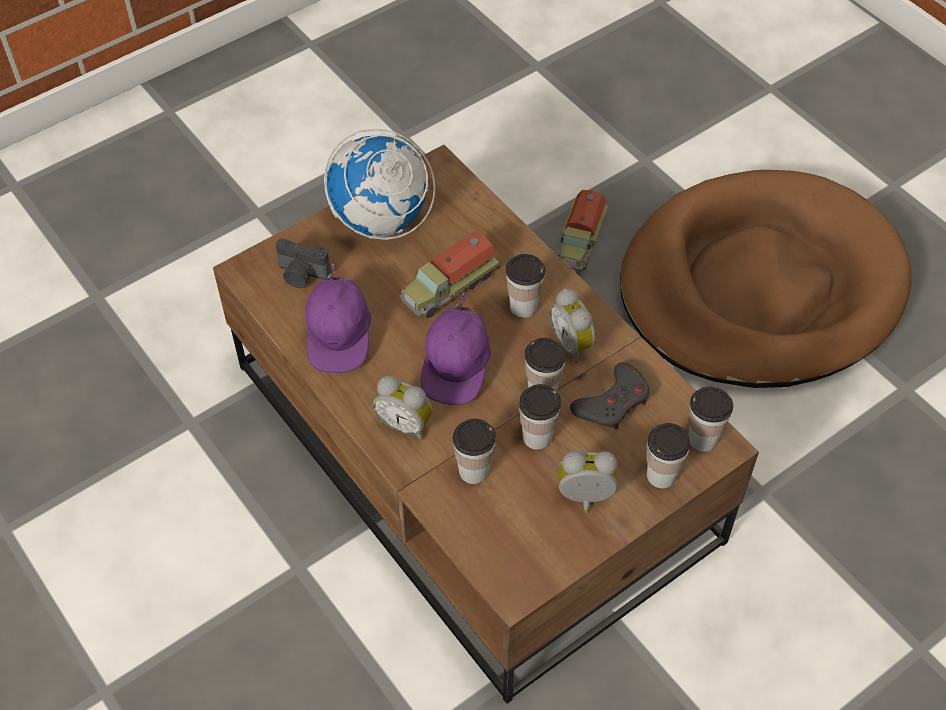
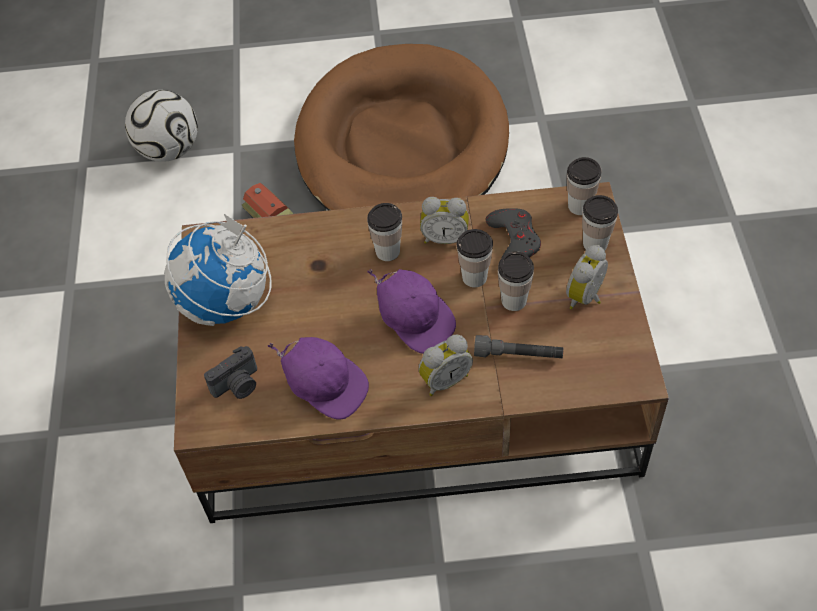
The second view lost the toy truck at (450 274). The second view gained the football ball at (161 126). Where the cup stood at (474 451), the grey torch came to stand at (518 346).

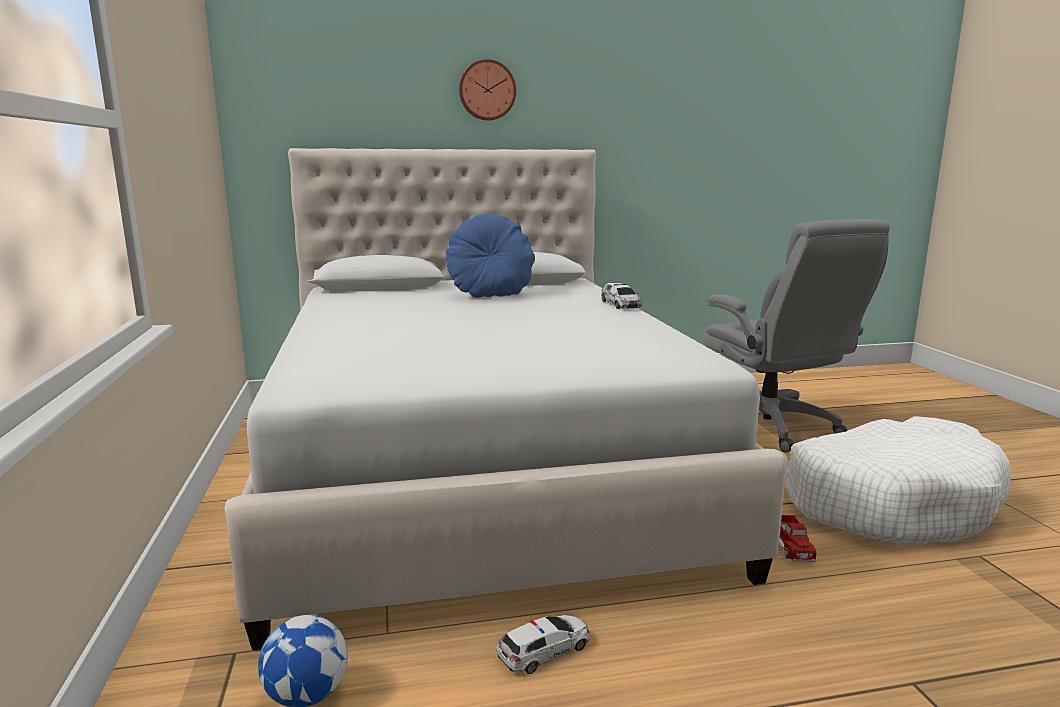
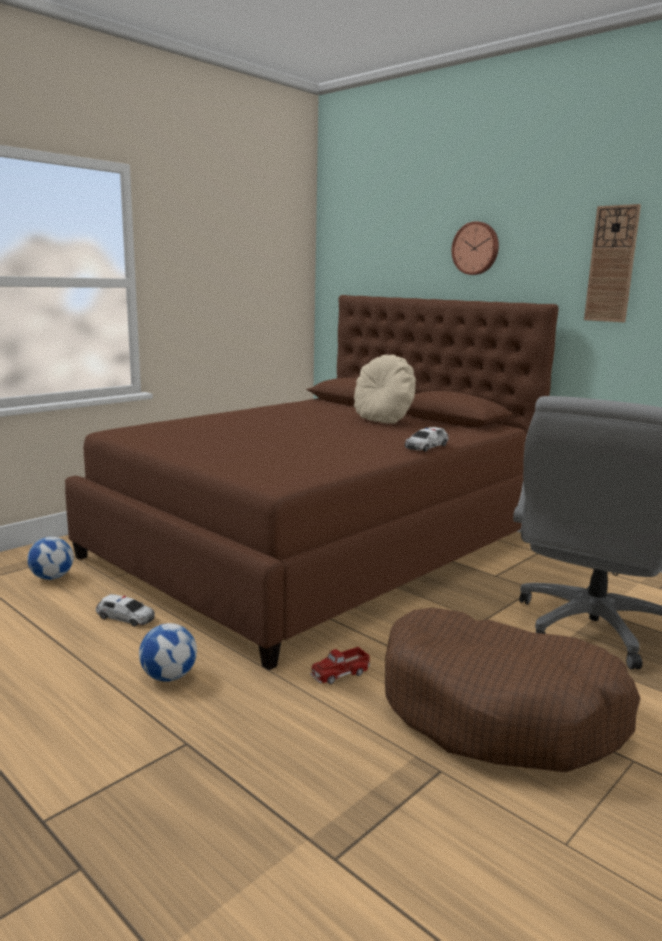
The second view gained the football ball at (168 652). The second view gained the clock on the wall at (612 263). What was the white-coloured bed at (506 399) turned into the brown-coloured bed at (311 482). What was the bluish cushion at (490 256) turned into the beige-coloured cushion at (385 389). What was the white-coloured dog cushion at (898 480) turned into the brown-coloured dog cushion at (512 690).

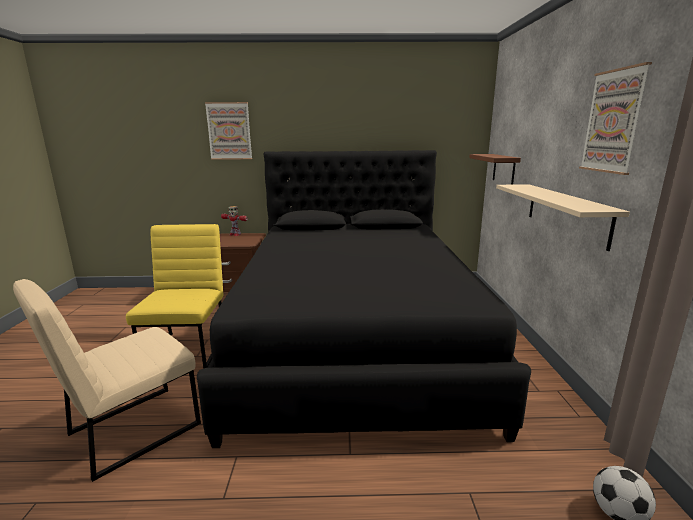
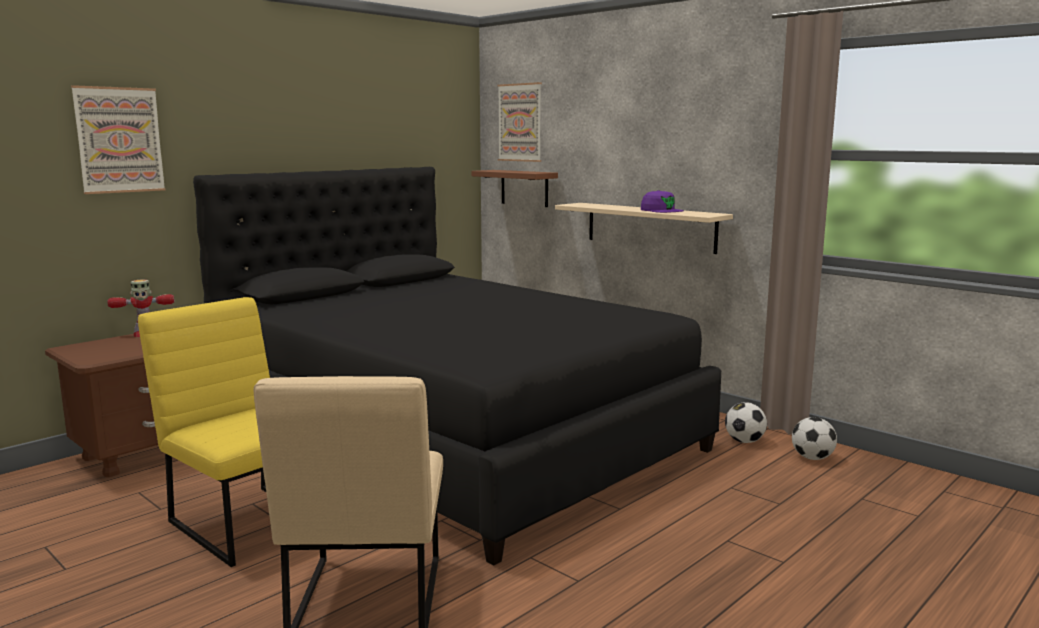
The second view gained the purple baseball cap at (662 201). The second view gained the football ball at (746 422). The wall picture ended up elsewhere, having gone from (615 118) to (519 122).

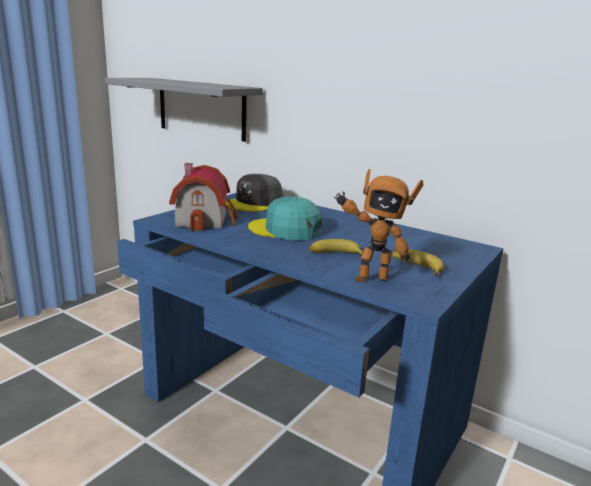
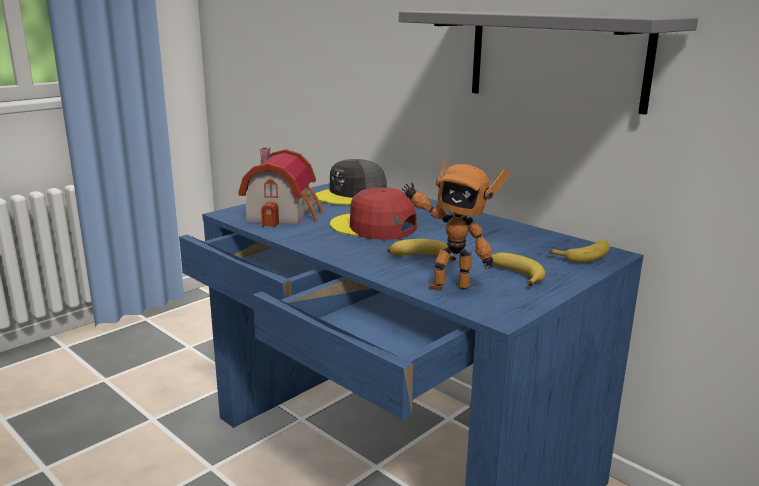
The second view gained the whole banana at (579 251). The grey shelf ended up elsewhere, having gone from (184 110) to (548 63). What was the turquoise-coloured baseball cap at (285 218) turned into the reddish baseball cap at (373 213).

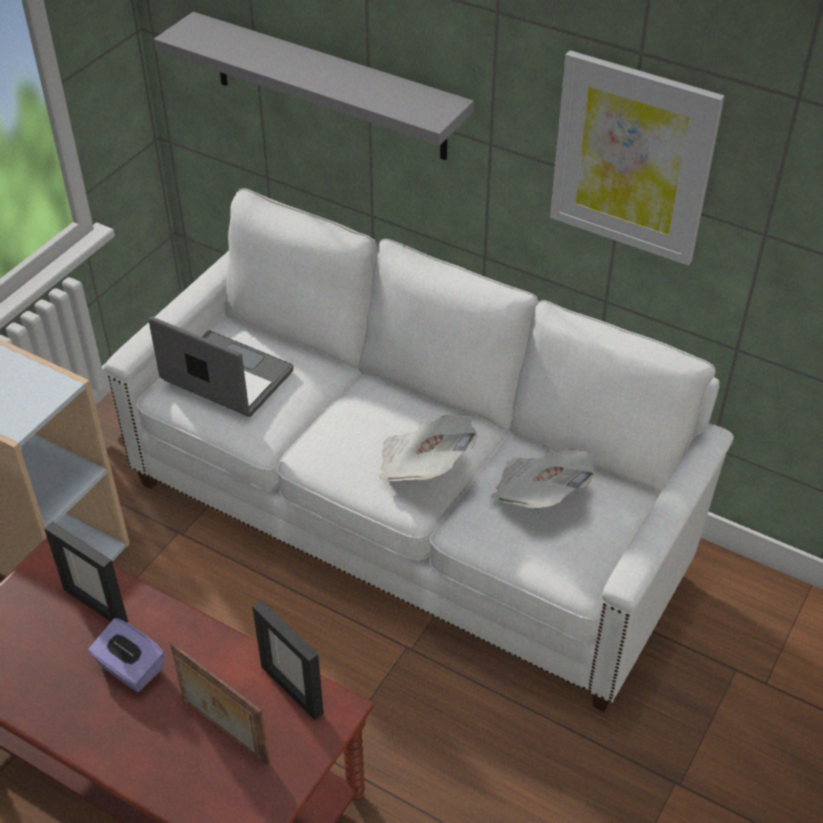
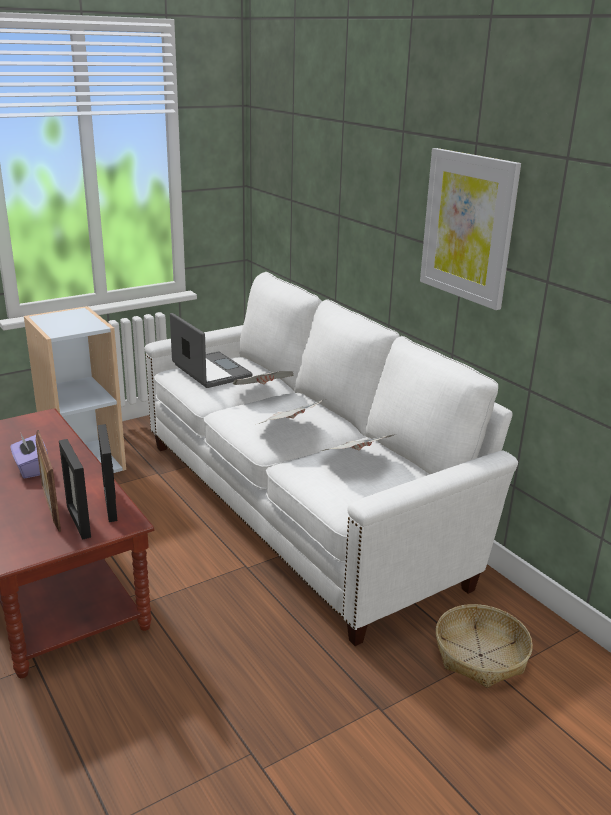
The second view lost the grey shelf at (313 86). The second view gained the daily paper at (263 378). The second view gained the storage basket at (484 646). The photo frame ended up elsewhere, having gone from (86 572) to (75 489).

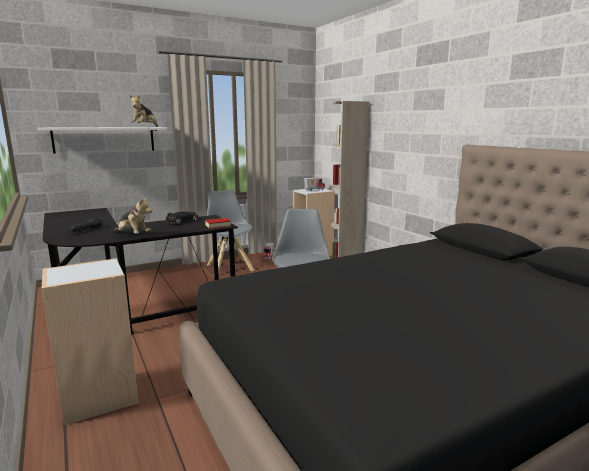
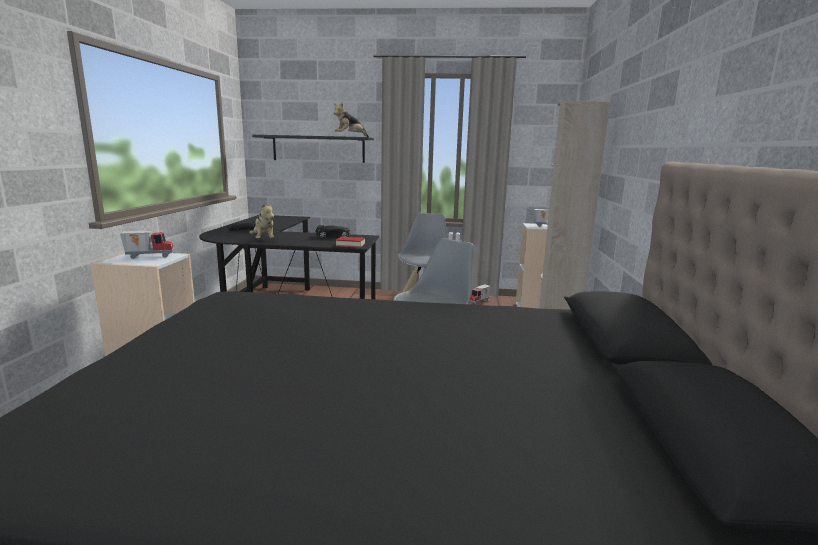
The second view gained the toy truck at (147 245). What was the white-coloured shelf at (102 140) turned into the black-coloured shelf at (313 149).

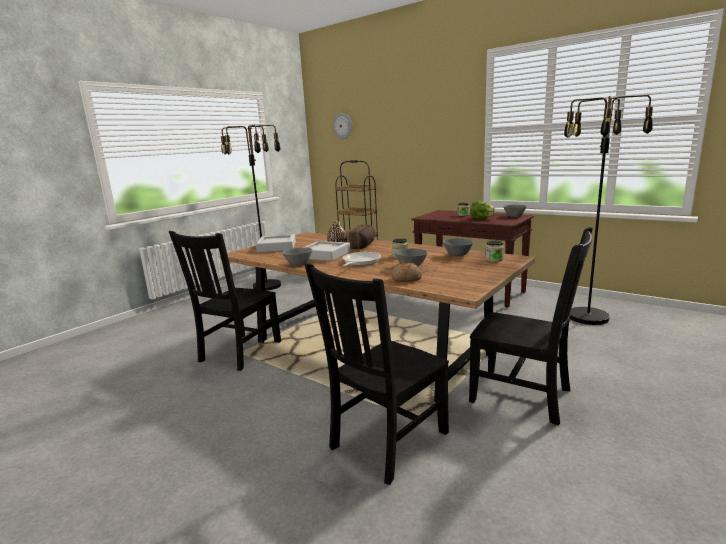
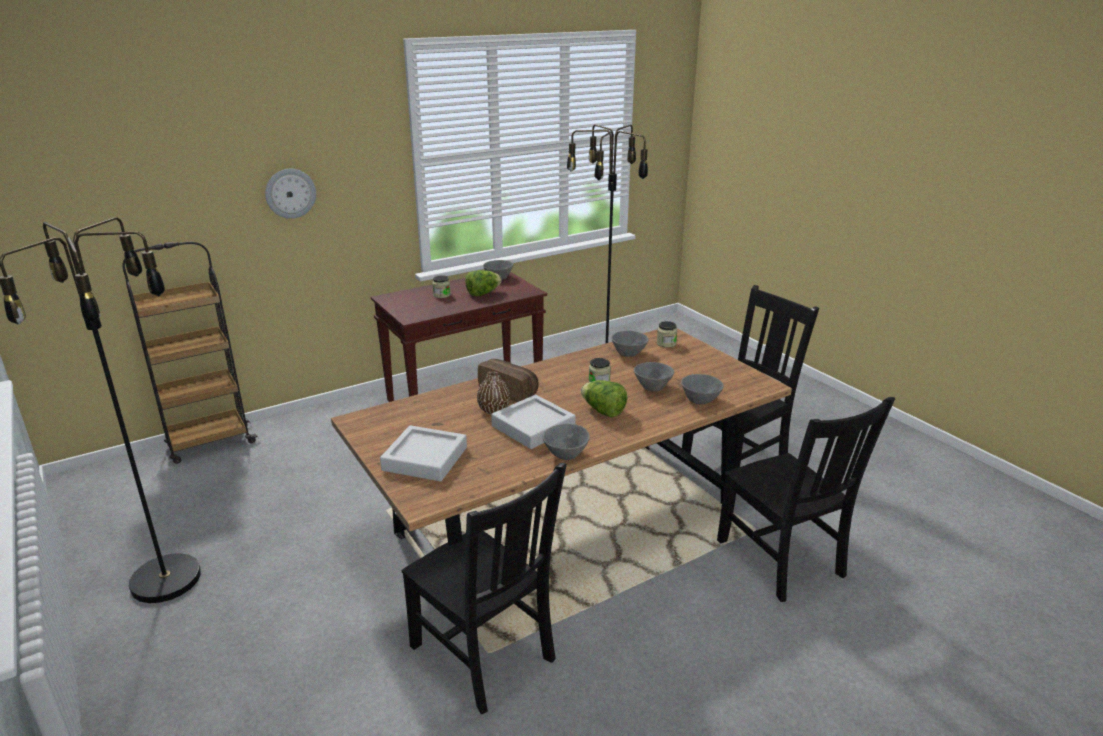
The clock on the wall ended up elsewhere, having gone from (342 126) to (290 194). Where the skillet stood at (361 259), the lettuce came to stand at (604 399). Where the bakery bread stood at (406 272), the grey serving bowl came to stand at (702 389).

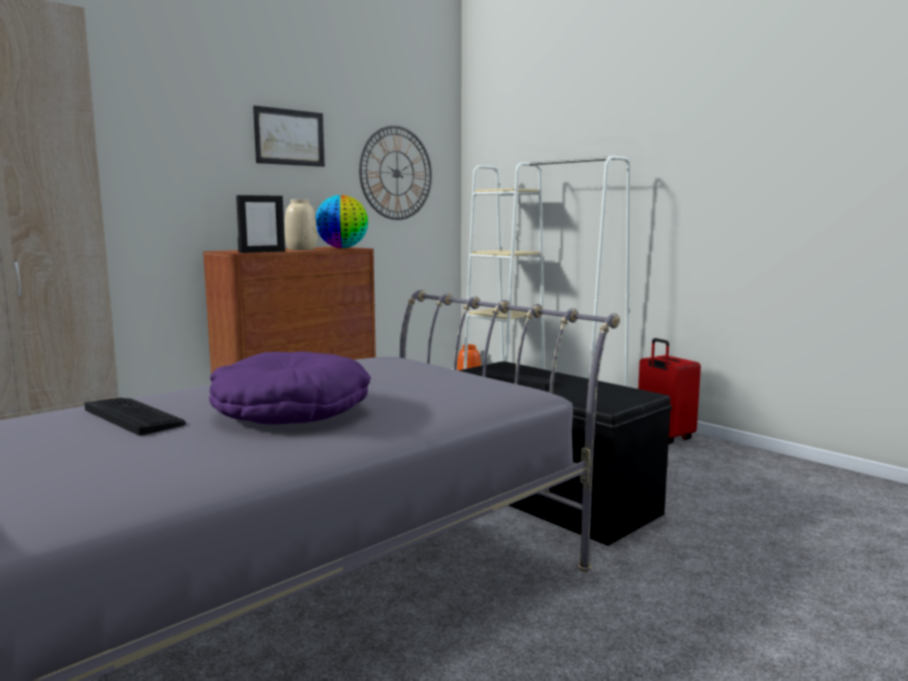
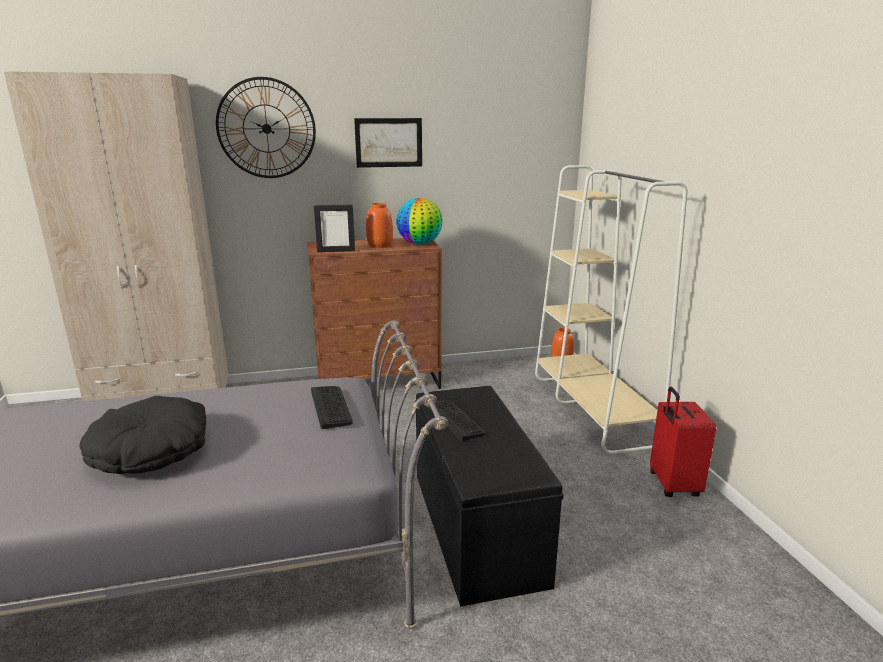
The PC keyboard ended up elsewhere, having gone from (135 417) to (332 407). The clock on the wall ended up elsewhere, having gone from (395 173) to (266 127). What was the purple cushion at (290 387) turned into the black-coloured cushion at (142 435). What was the beige-coloured vase at (301 224) turned into the orange vase at (379 225).

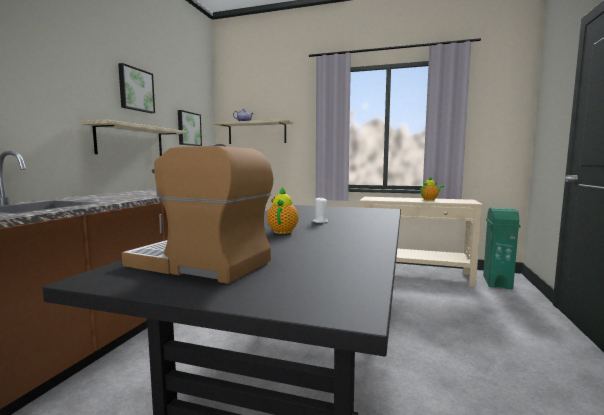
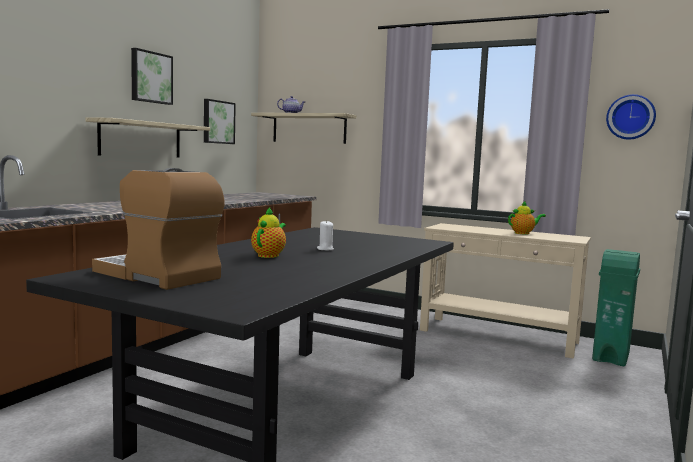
The second view gained the clock on the wall at (631 117).

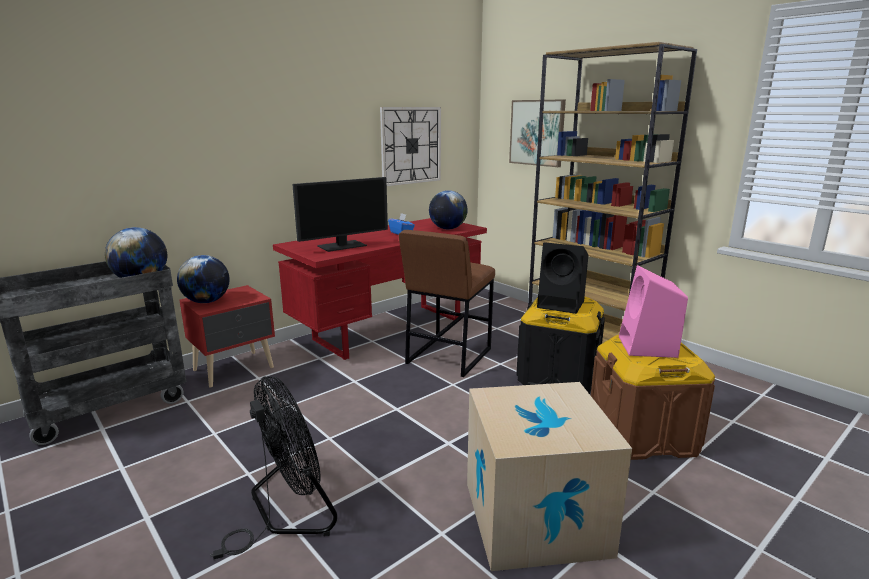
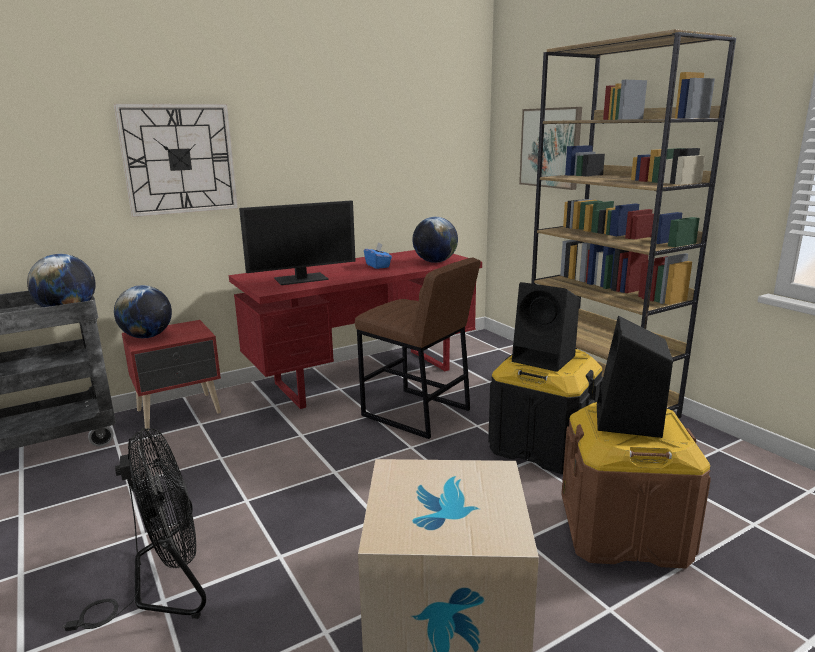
The clock on the wall ended up elsewhere, having gone from (410 146) to (176 160). What was the pink audio speaker at (653 311) turned into the black-coloured audio speaker at (635 377). The brown-coloured upright chair at (447 303) ended up facing another way, 90 degrees counterclockwise from before.

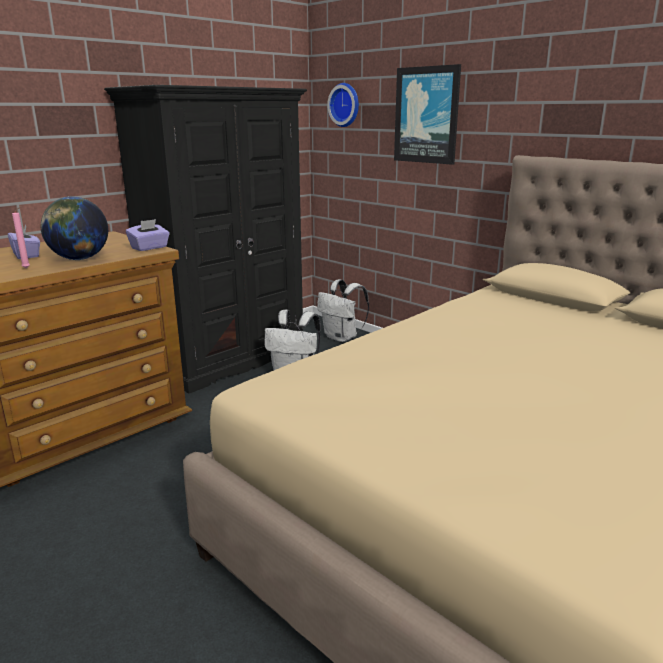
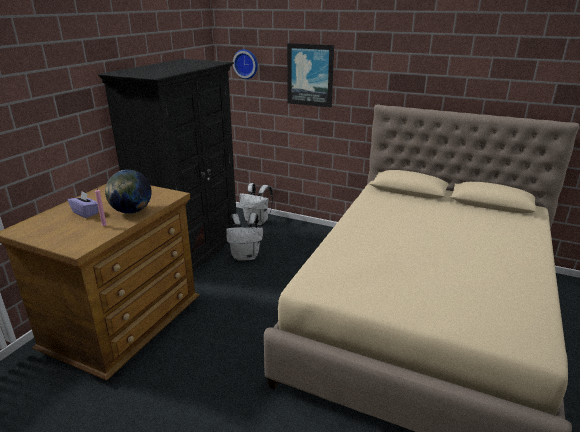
The second view lost the purple tissue box at (148 235).

